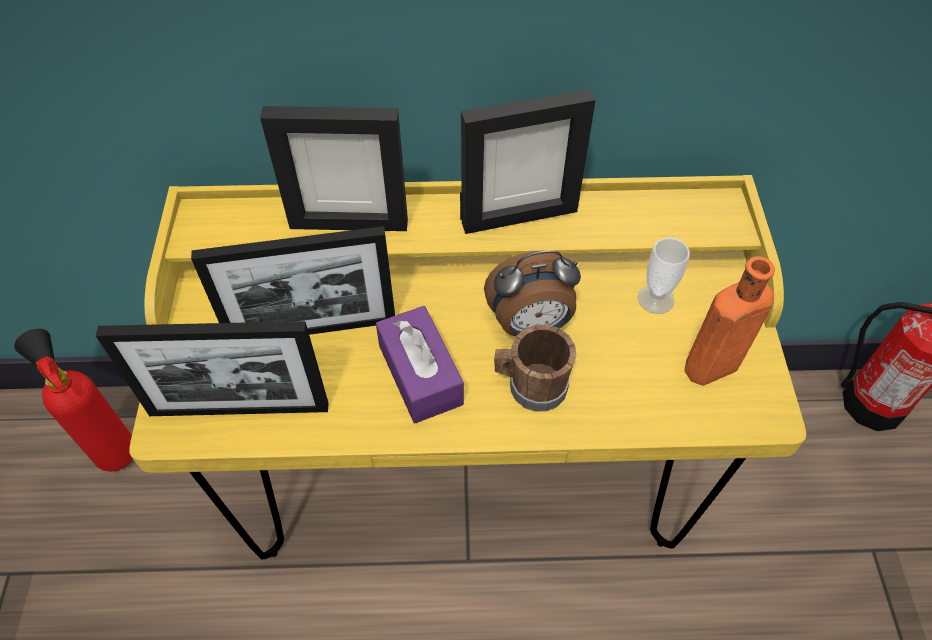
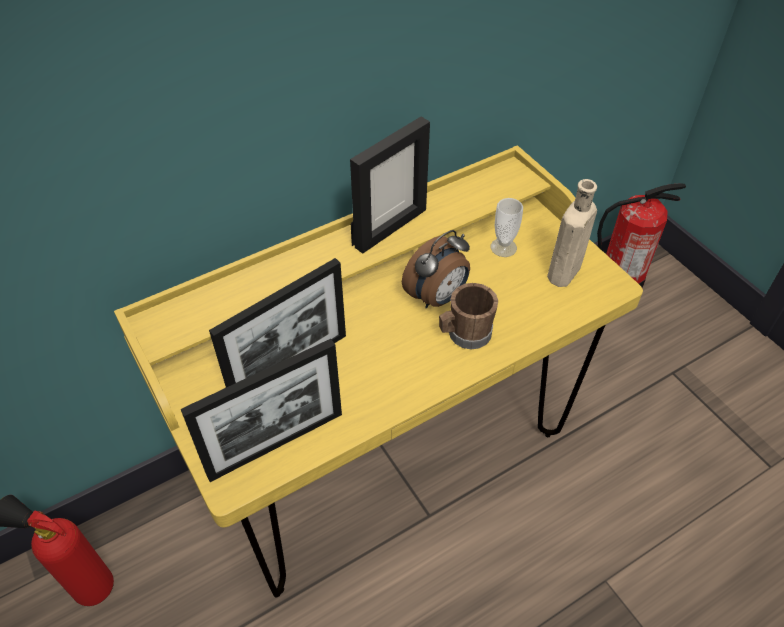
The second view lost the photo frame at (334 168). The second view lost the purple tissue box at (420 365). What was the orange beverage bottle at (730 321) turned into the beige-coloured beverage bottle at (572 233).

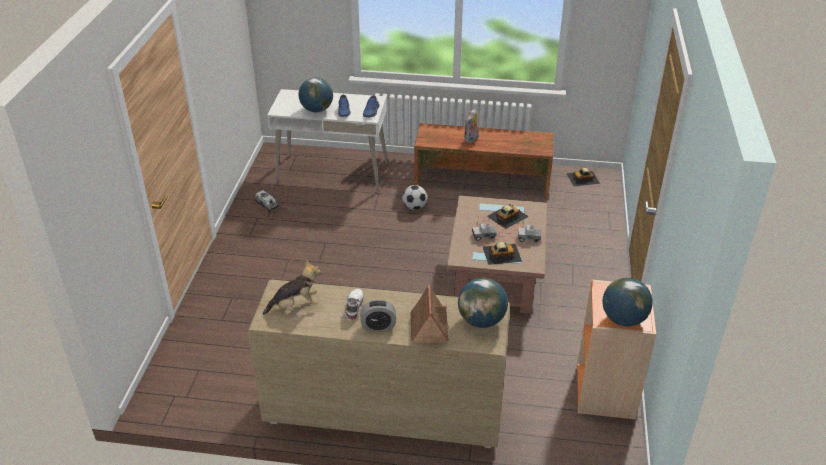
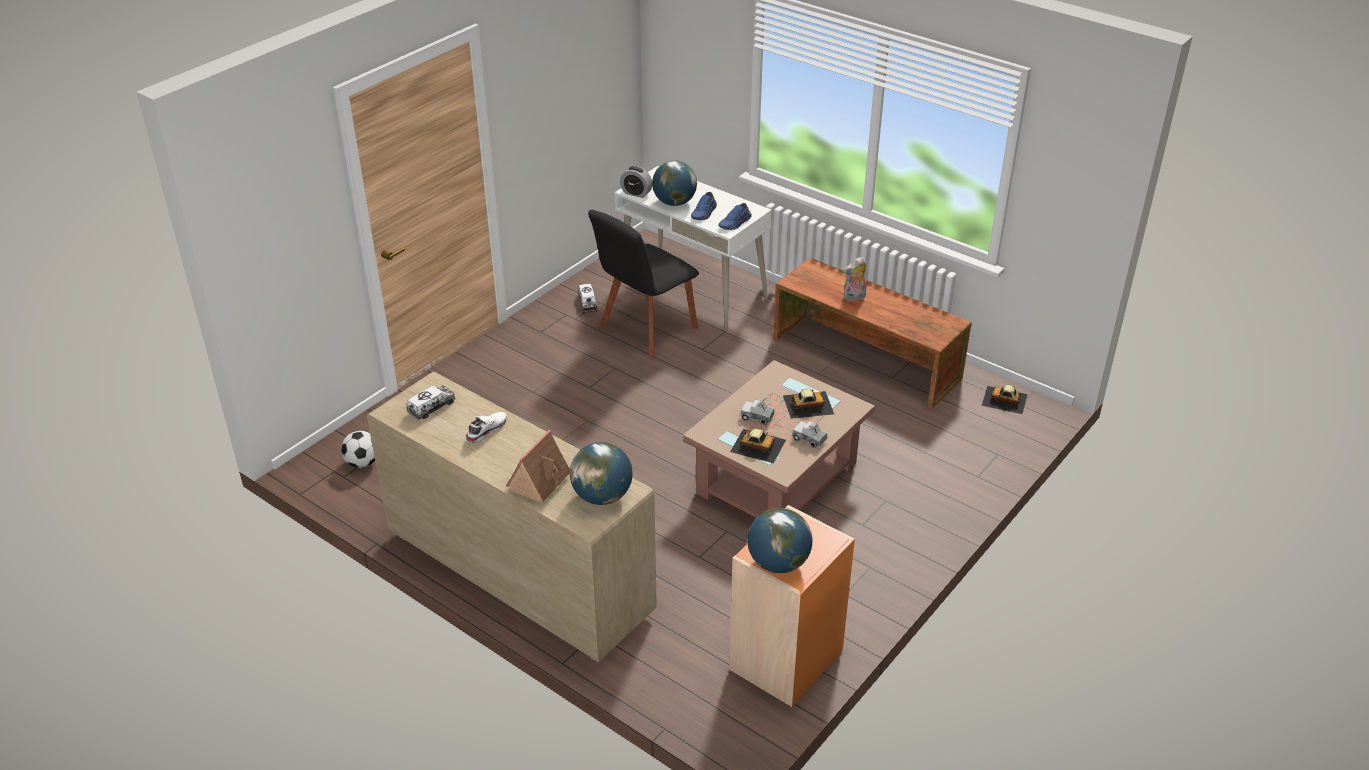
The second view gained the black-coloured upright chair at (643 283). The table clock ended up elsewhere, having gone from (378 315) to (636 182). The football ball ended up elsewhere, having gone from (414 197) to (358 449). Where the soft toy stood at (292 287), the toy truck came to stand at (431 402).

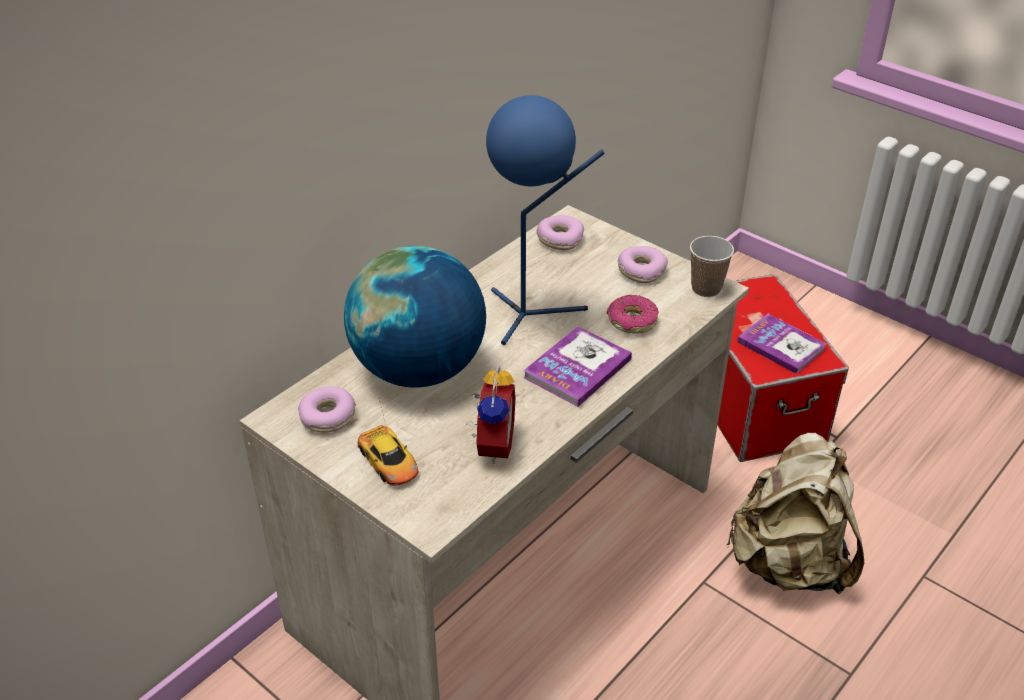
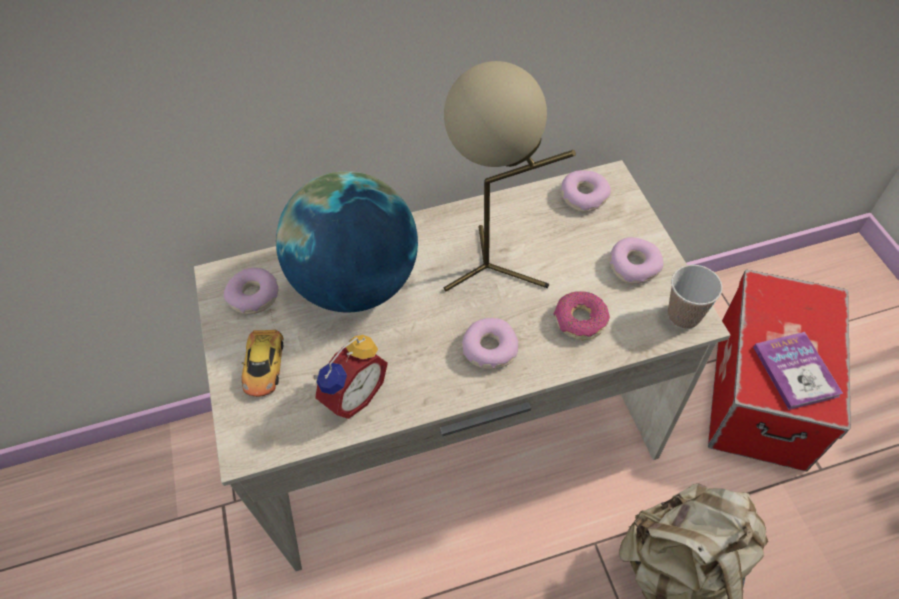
Where the bound book stood at (577 366), the donut came to stand at (490 343). What was the bluish tabletop lamp at (545 220) turned into the beige-coloured tabletop lamp at (510 176).

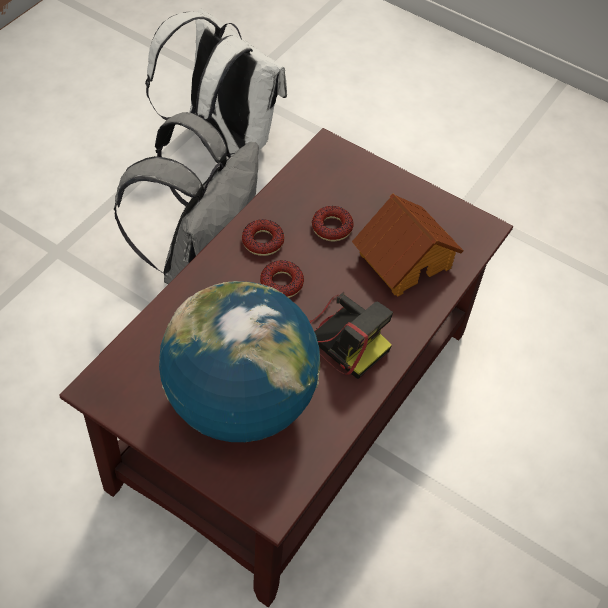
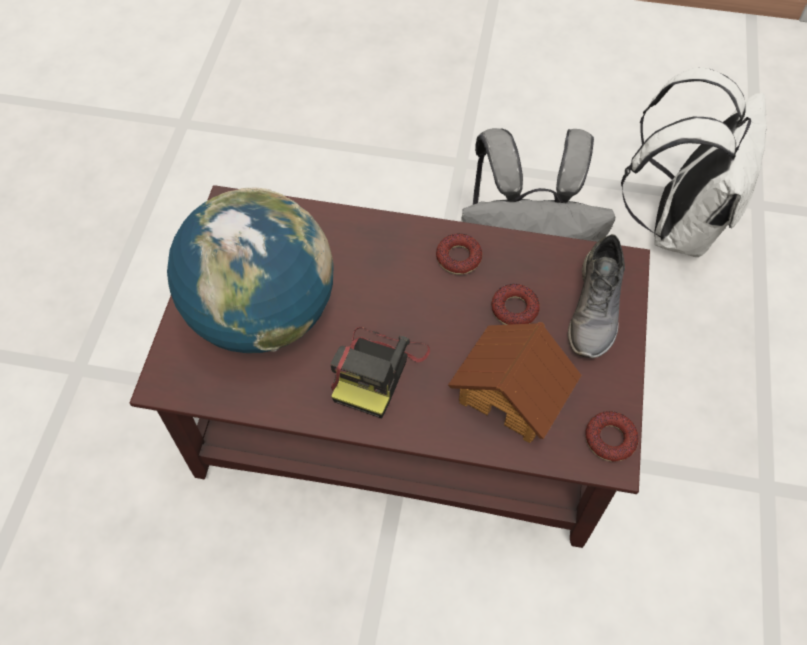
The second view gained the grey low shoe at (596 296). The donut ended up elsewhere, having gone from (282 279) to (612 436).

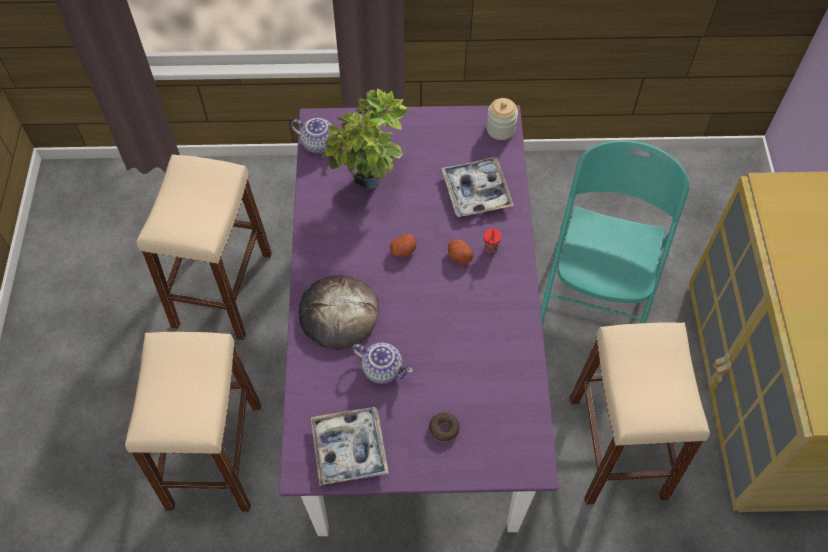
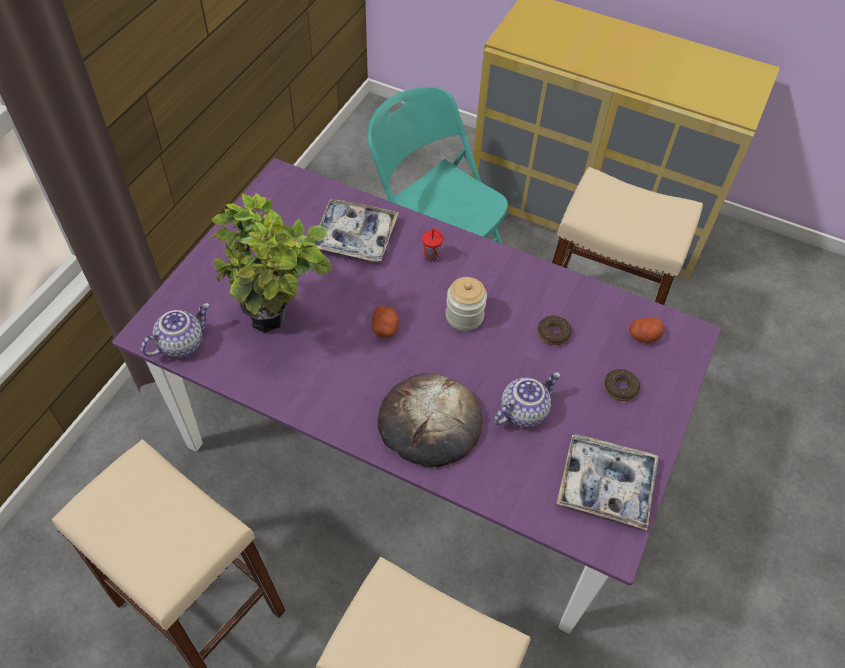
The second view gained the donut at (555 330). The potato ended up elsewhere, having gone from (460 251) to (646 331). The preserve jar ended up elsewhere, having gone from (502 119) to (466 304).

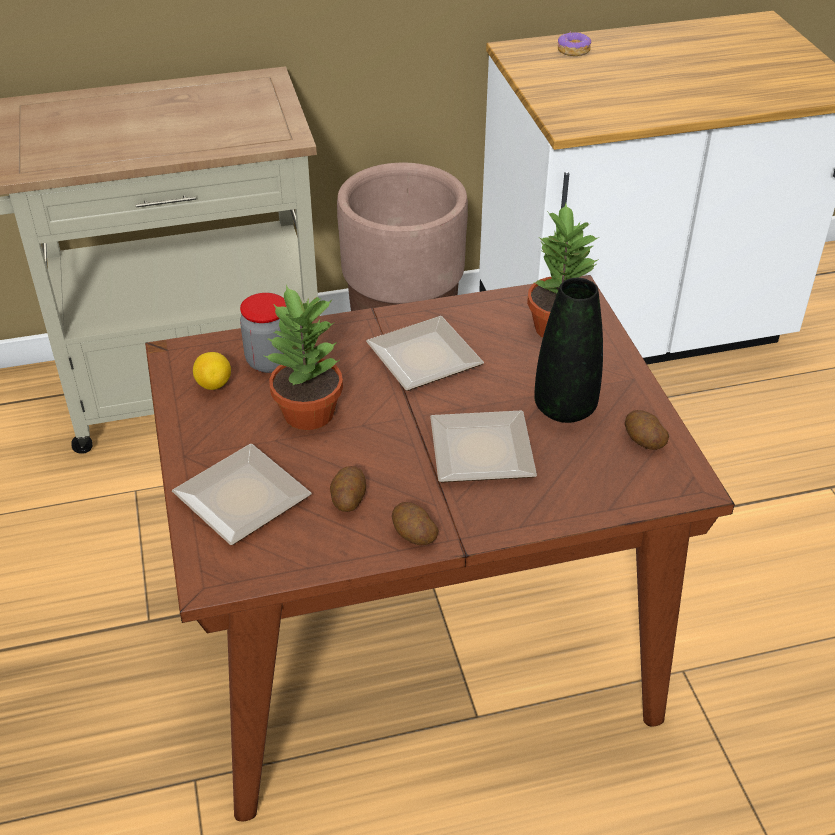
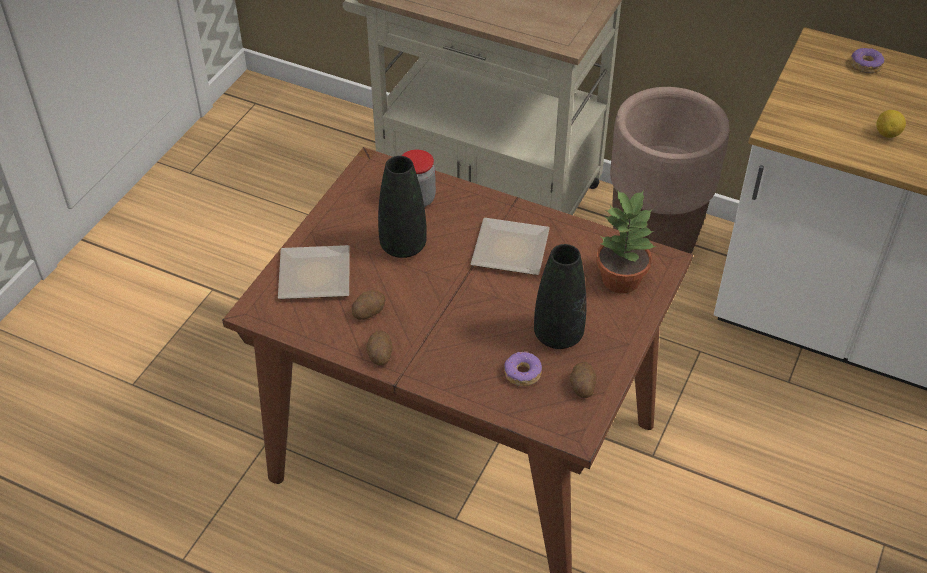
The second view lost the plate at (483 446). The second view gained the donut at (523 368). The whole lemon ended up elsewhere, having gone from (212 371) to (891 124). Where the plant in a pot stood at (303 357), the black-coloured vase came to stand at (402 207).

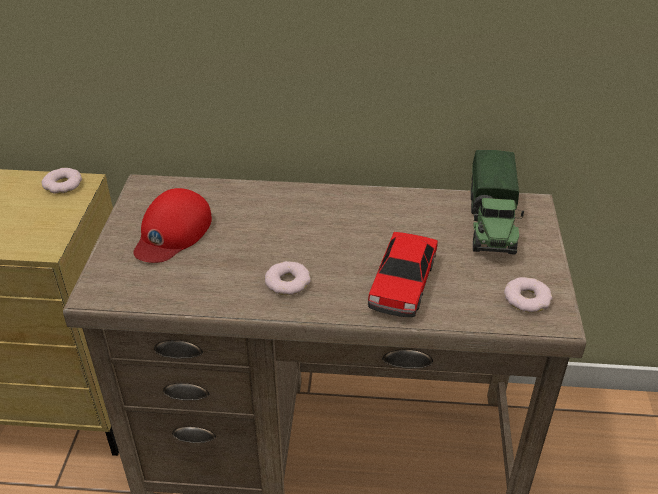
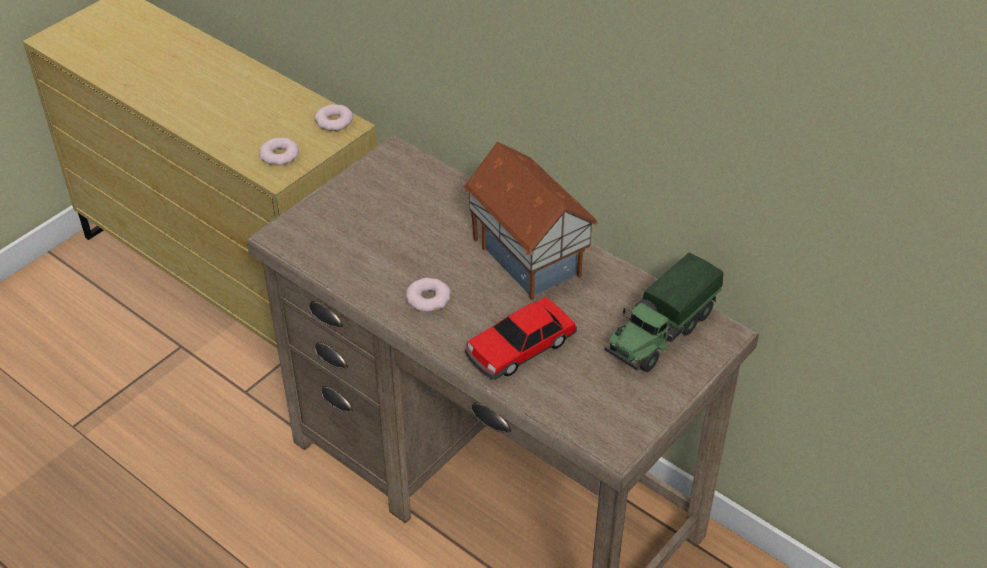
The second view lost the reddish baseball cap at (172 225). The second view gained the miniature house at (530 221). The donut ended up elsewhere, having gone from (528 294) to (279 151).

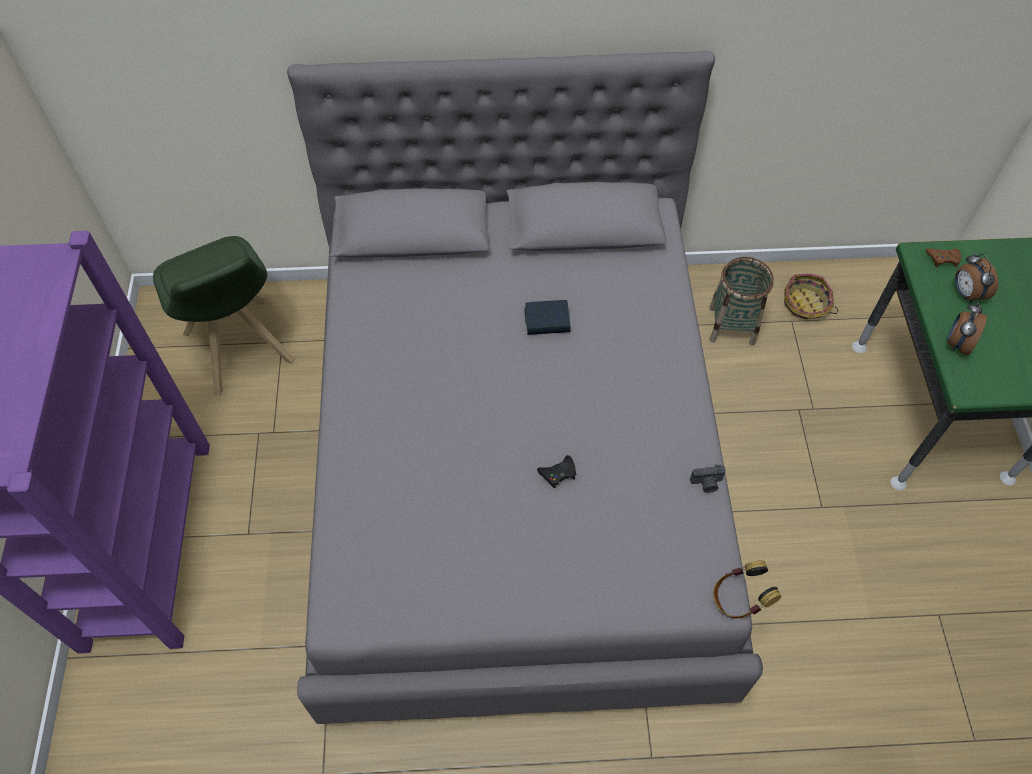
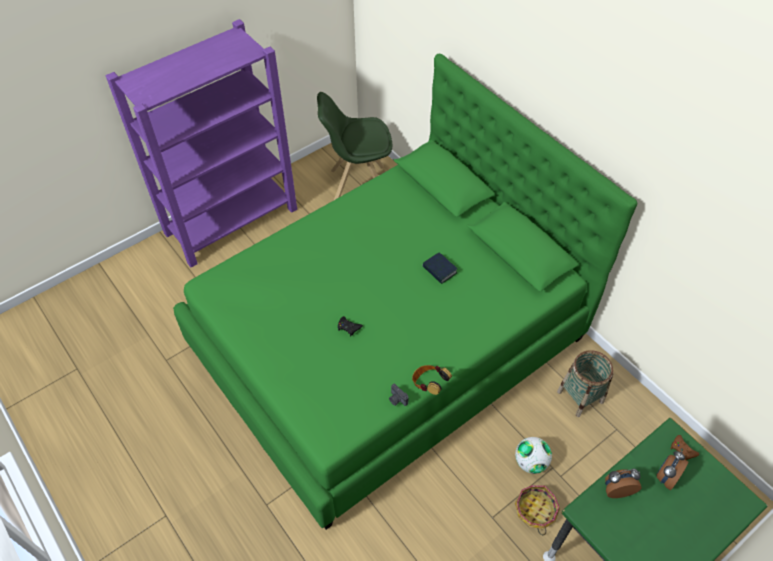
The second view gained the football ball at (533 455). The headset ended up elsewhere, having gone from (747 589) to (432 380). The storage basket ended up elsewhere, having gone from (811 297) to (537 510). What was the grey bed at (525 387) turned into the green-coloured bed at (405 292). The green-coloured upright chair at (224 316) ended up facing another way, 60 degrees clockwise from before.

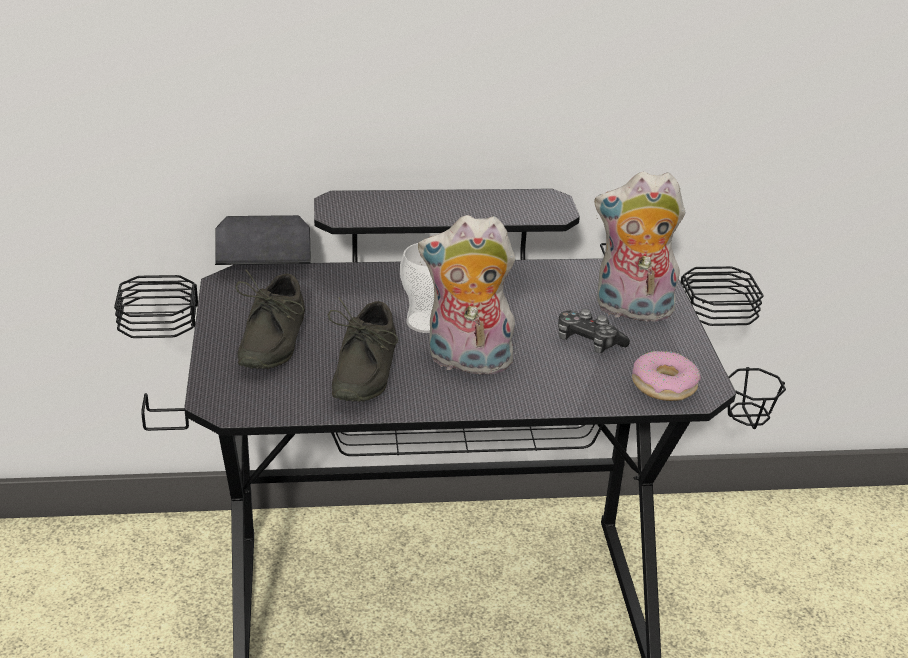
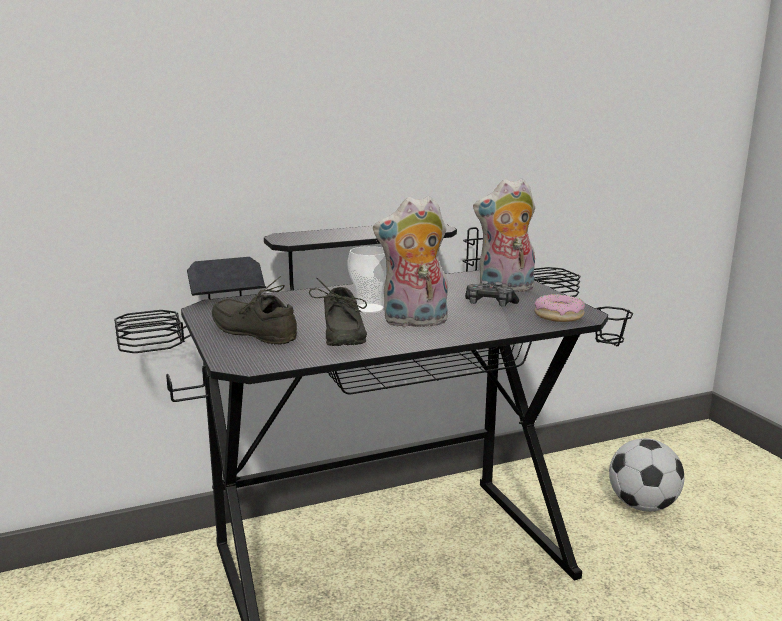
The second view gained the football ball at (647 474). The grey low shoe at (270 319) ended up facing another way, 135 degrees clockwise from before.

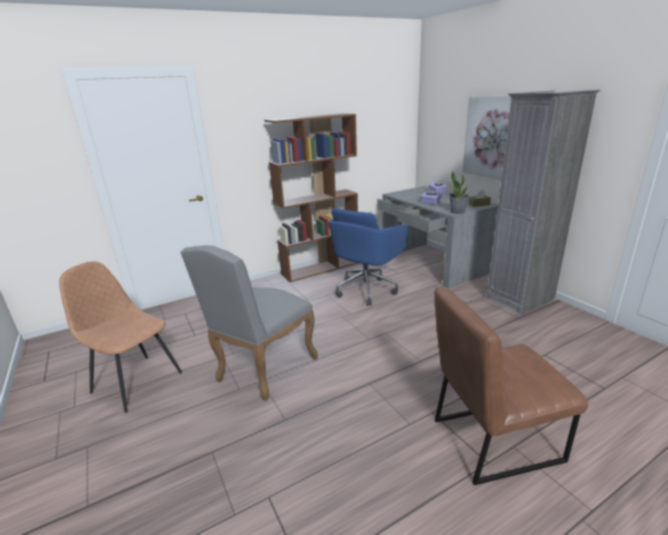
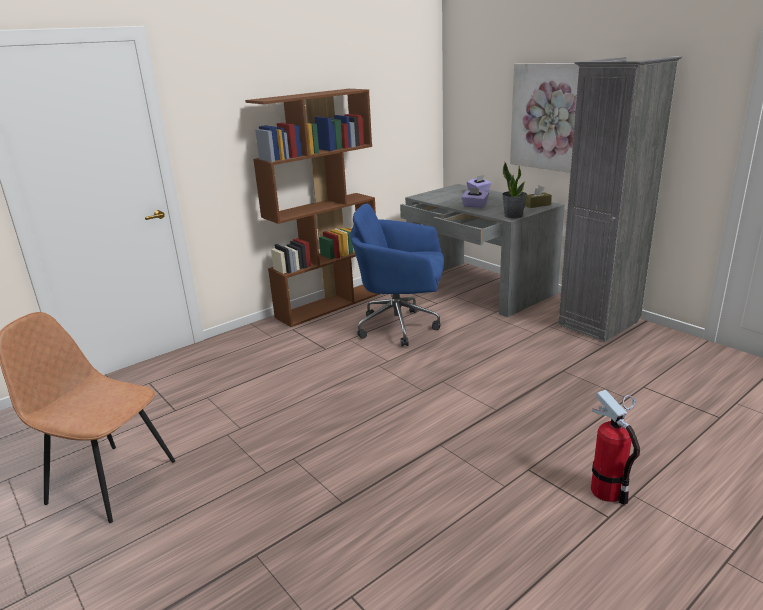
The second view lost the grey upright chair at (249 323). Where the brown-coloured upright chair stood at (511 385), the extinguisher came to stand at (615 447). The bluish office chair at (368 257) ended up facing another way, 75 degrees clockwise from before.

